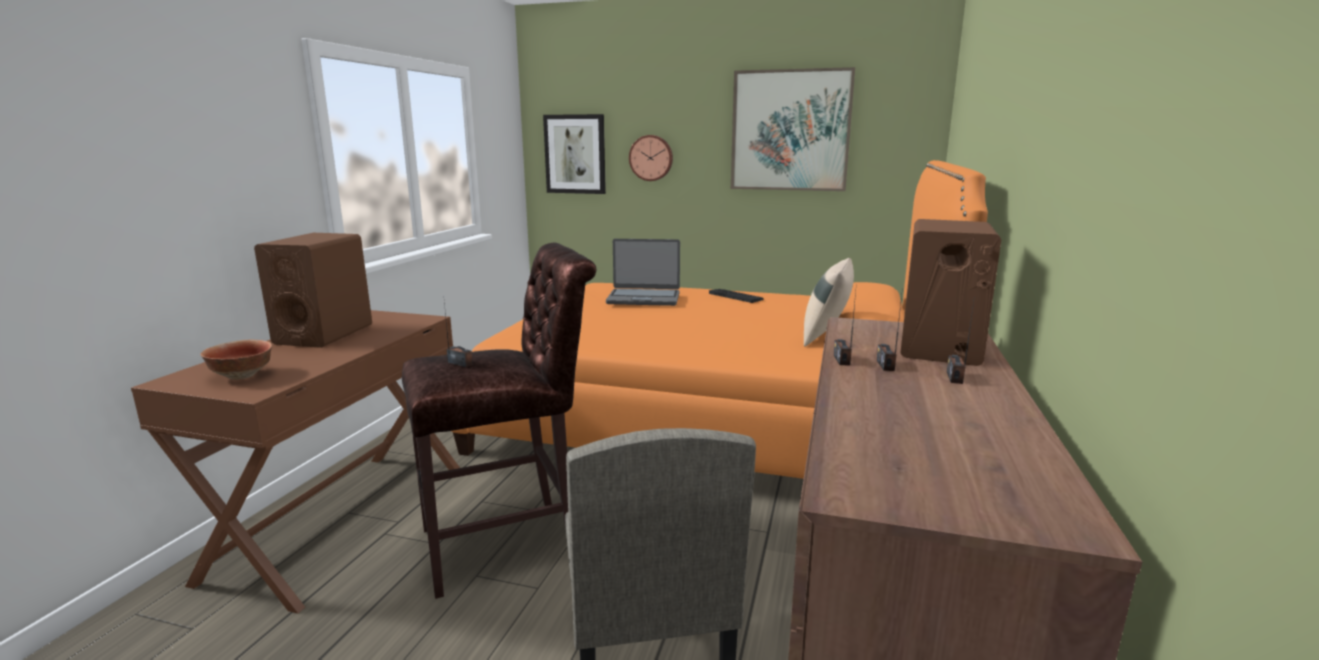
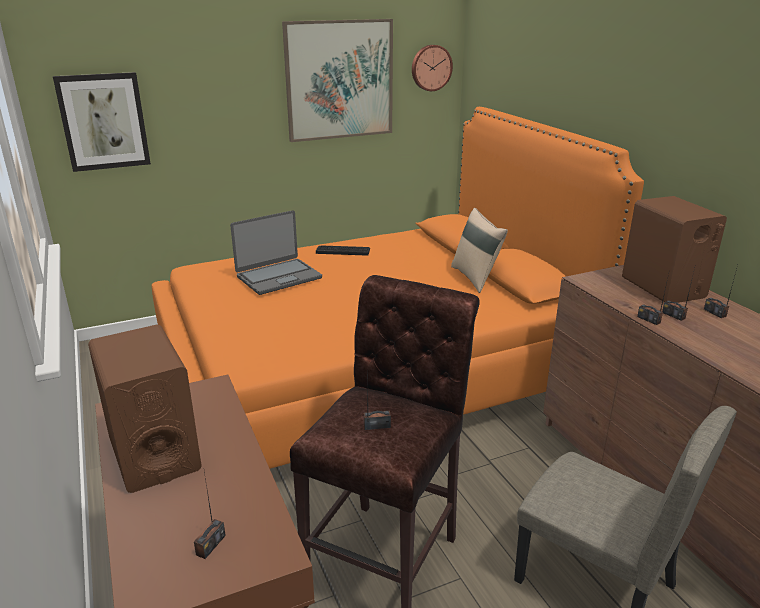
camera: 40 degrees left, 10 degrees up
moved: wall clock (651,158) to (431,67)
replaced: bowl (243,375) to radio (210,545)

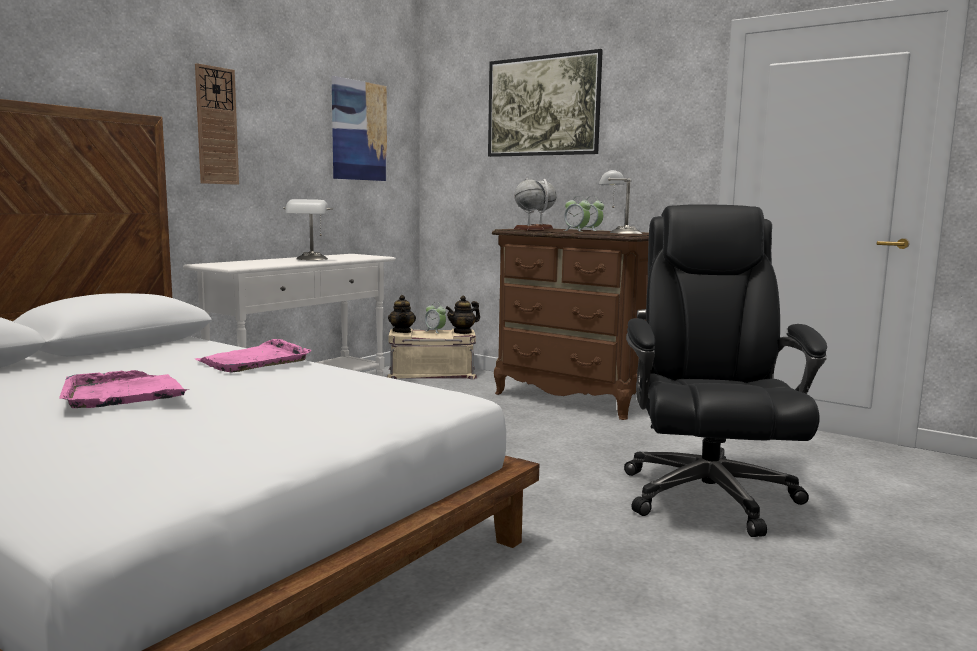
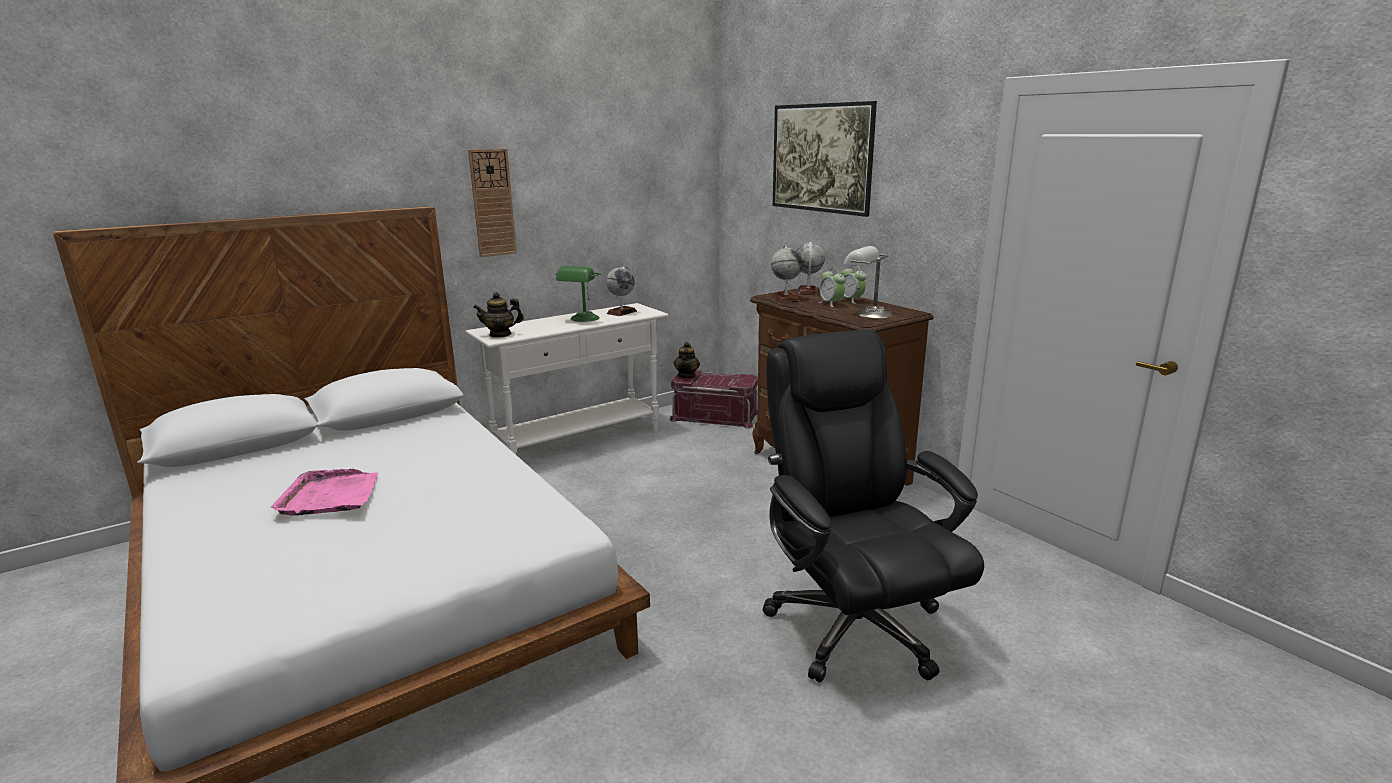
camera: 20 degrees right, 10 degrees up
removed: pink tray (255,360); picture (359,131); alarm clock (435,331)
added: globe (621,312)
moved: teapot (463,332) to (500,334)
recoloured: white table lamp (311,259) to green table lamp (582,319); beige storage box (432,373) to red storage box (715,416)
turned: black office chair (708,496) = (855,627) 45 degrees counterclockwise

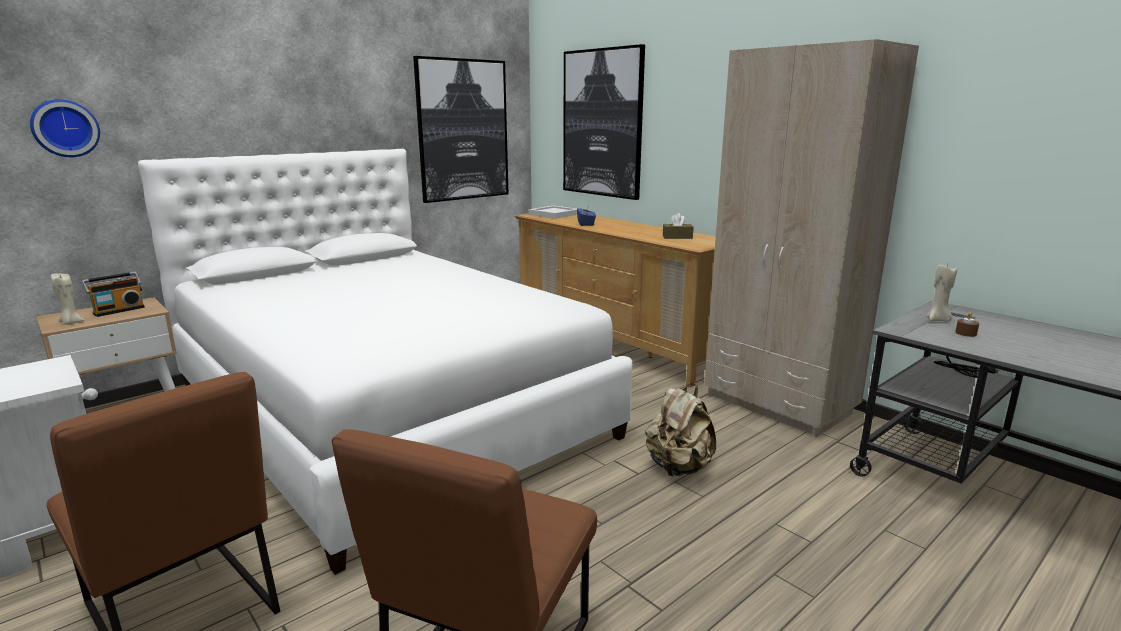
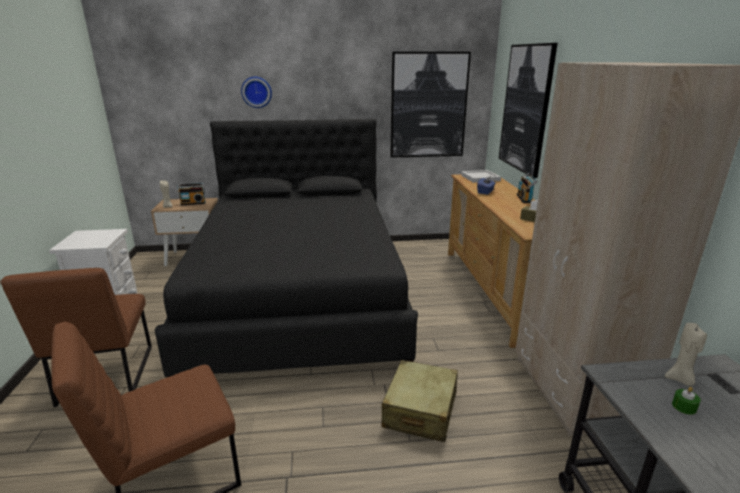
camera: 35 degrees right, 5 degrees up
added: radio (525,198)
moved: wall clock (65,128) to (256,92)
replaced: beige backpack (678,468) to beige suitcase (420,410)
recoloured: white bed (387,409) to black bed (300,295); brown candle (965,333) to green candle (684,407)

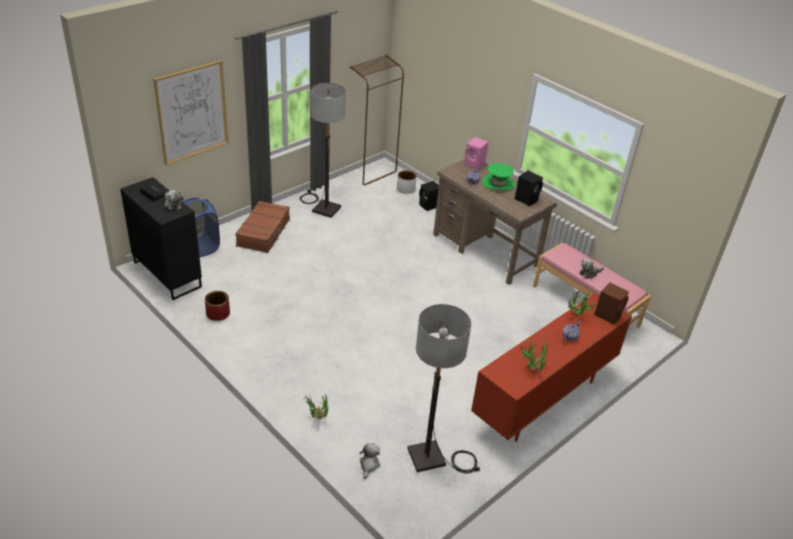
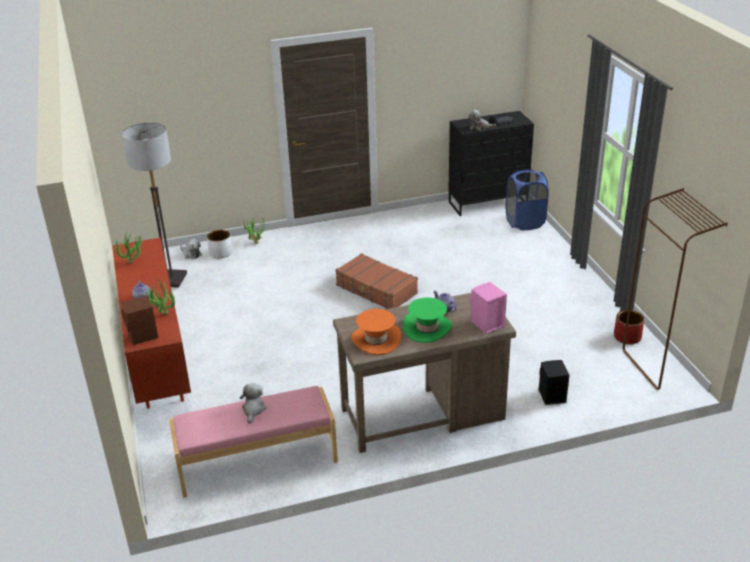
camera: 120 degrees right, 5 degrees down
removed: picture (192,112); floor lamp (321,206)
moved: white planter (406,189) to (220,253); brown suitcase (264,232) to (376,290); red planter (218,314) to (627,337)
replaced: black speaker (527,199) to orange hat (376,340)

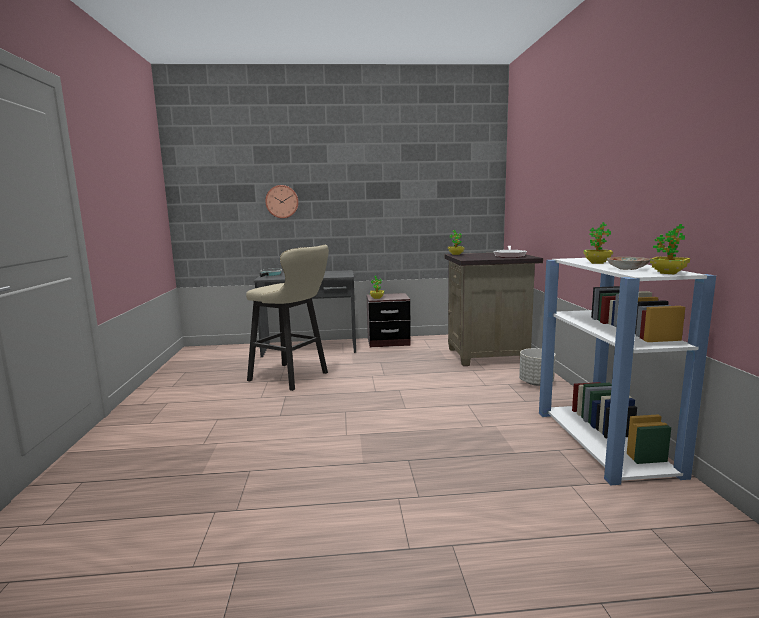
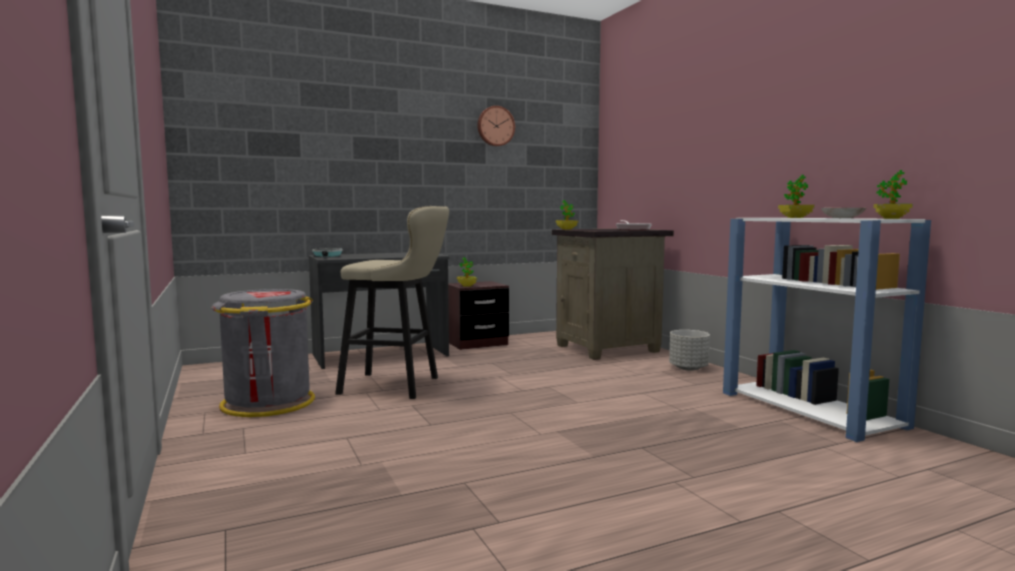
camera: 20 degrees left, 5 degrees down
added: grey trash can (268,403)
moved: wall clock (282,201) to (495,126)

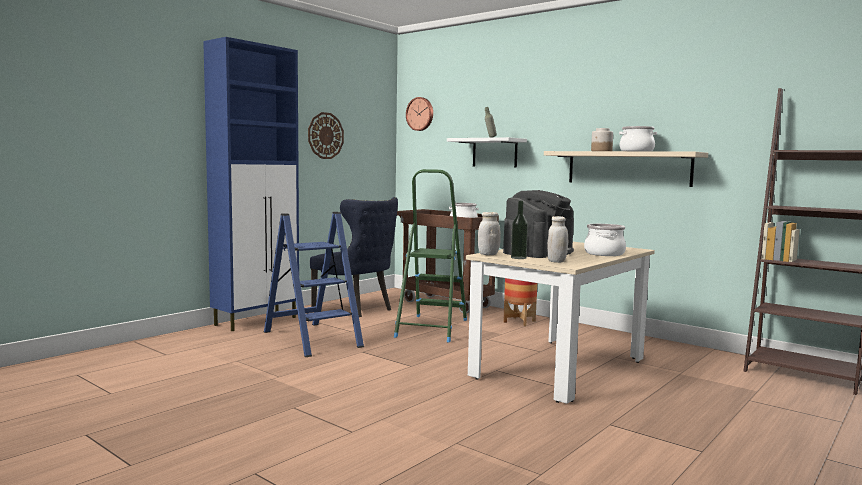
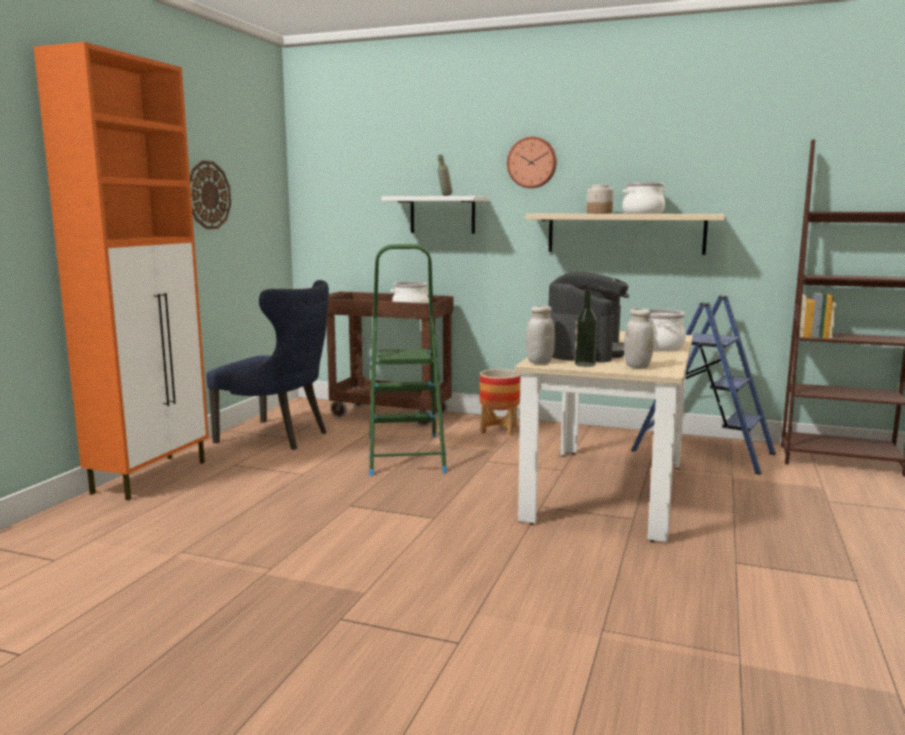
camera: 20 degrees left, 5 degrees up
moved: wall clock (420,114) to (532,162); blue step ladder (311,338) to (701,451)
recoloured: blue cabinet (257,321) to orange cabinet (152,476)

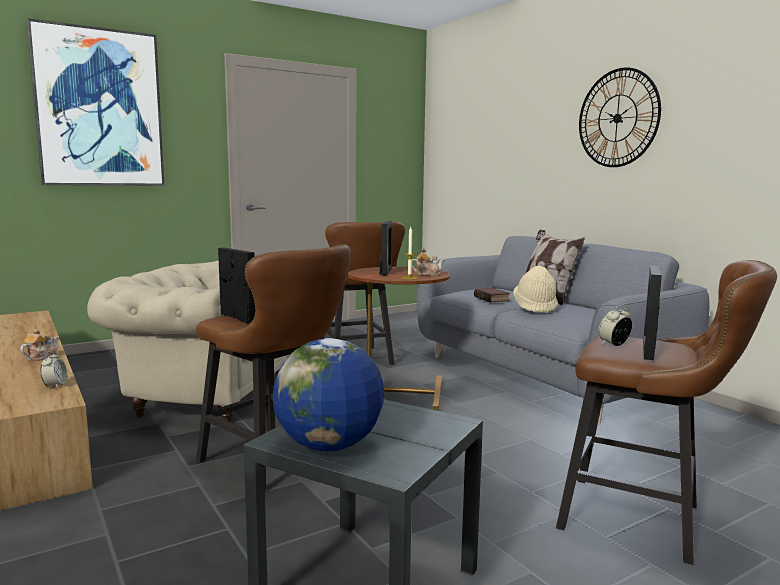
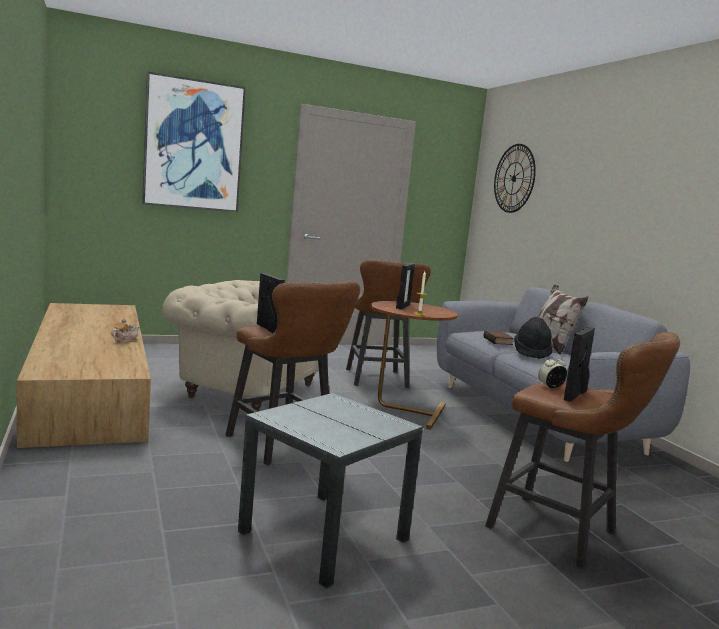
camera: 10 degrees right, 0 degrees up
removed: alarm clock (55,385); globe (329,446); teapot (427,274)
moved: wall clock (617,118) to (514,178)
recoloured: beige hat (535,307) to black hat (531,353)

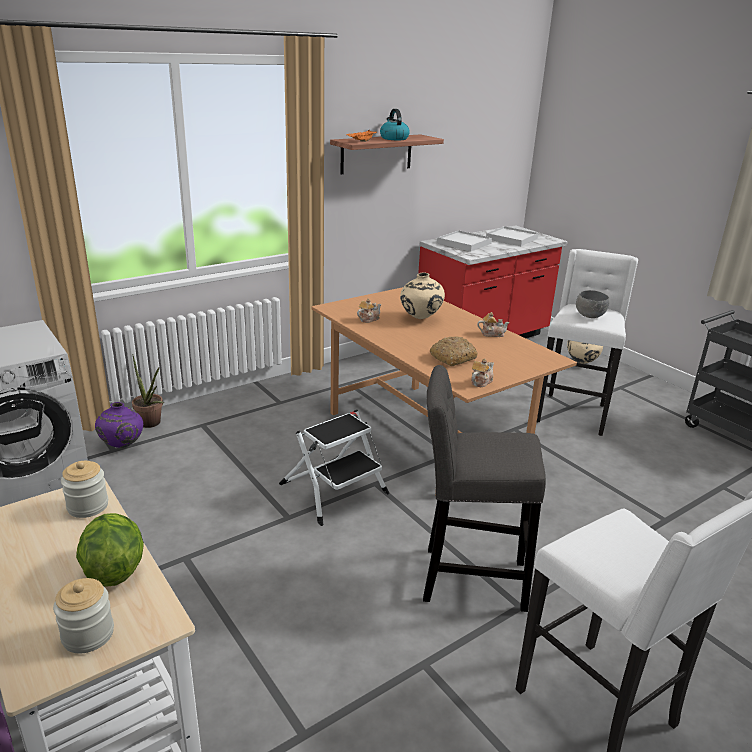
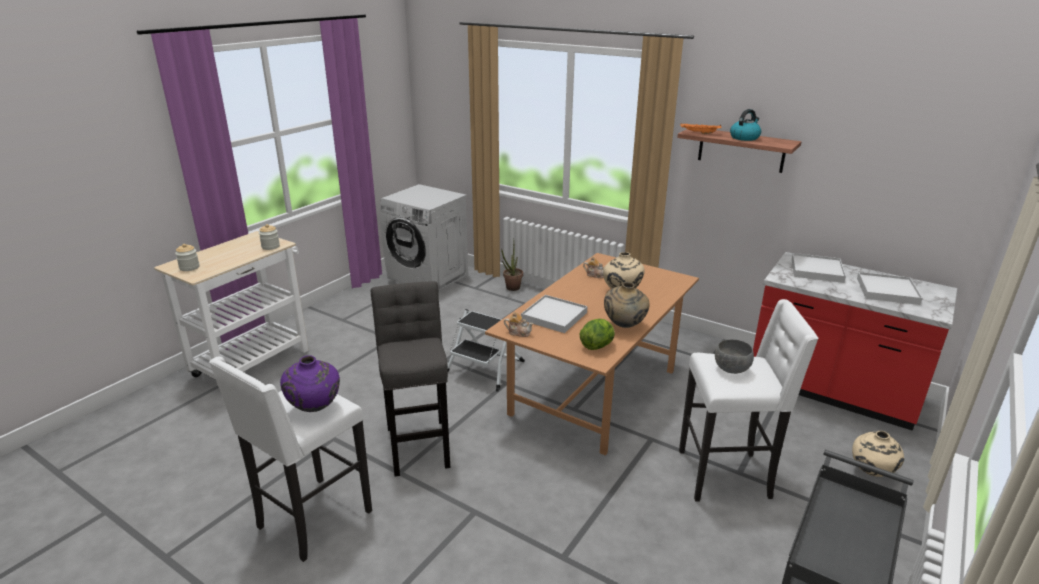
camera: 70 degrees right, 0 degrees up
moved: purple vase (122,446) to (315,408); lettuce (113,569) to (597,346)
replaced: bread (453,357) to white tray (554,316); teapot (492,334) to beige vase (624,326)

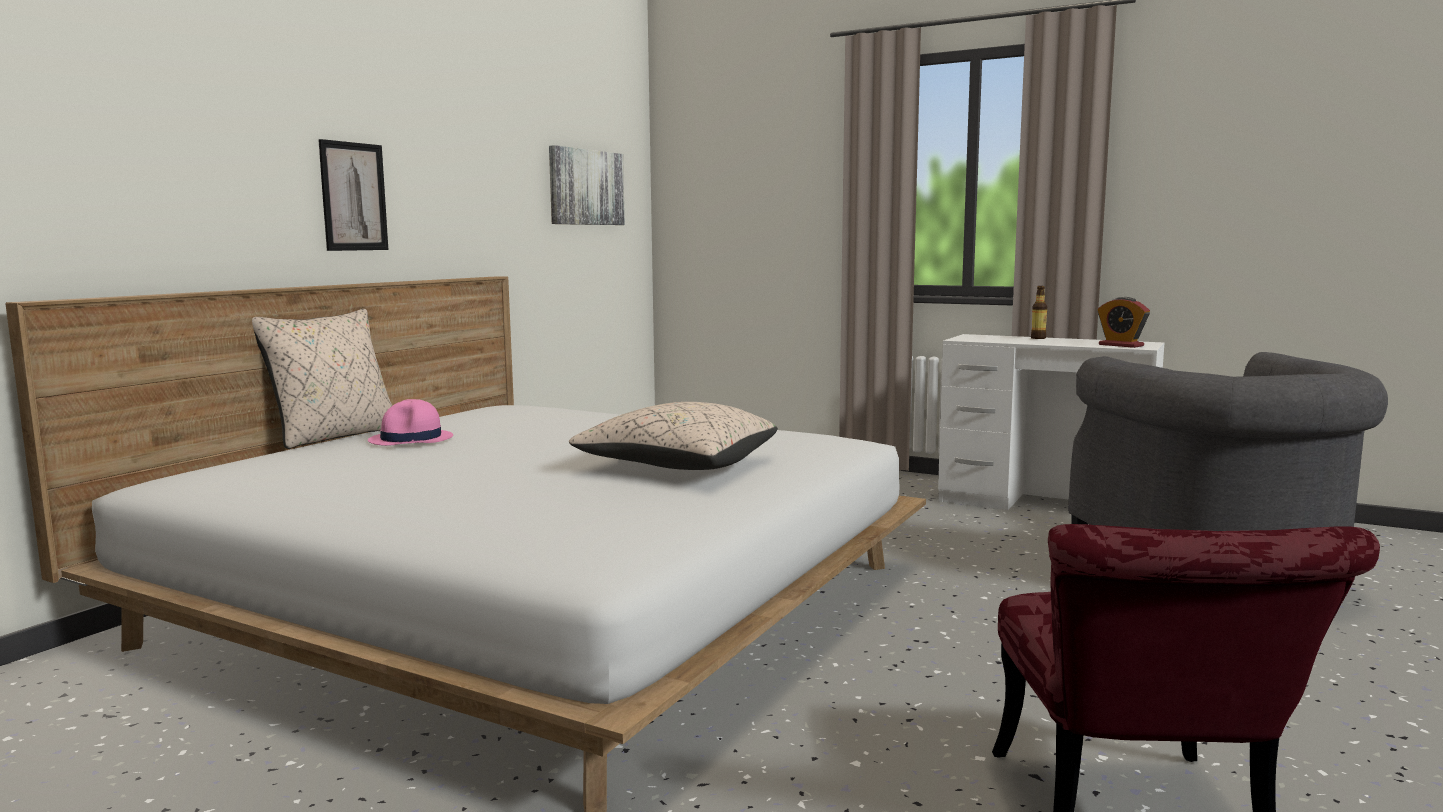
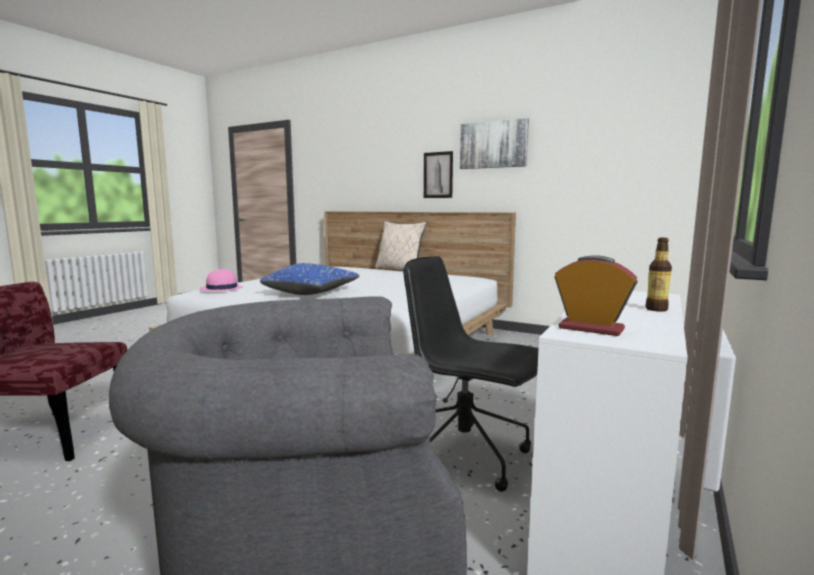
camera: 90 degrees right, 0 degrees up
added: black office chair (469,457)
moved: pink hat (411,440) to (221,289); picture (585,187) to (493,145)
recoloured: beige pillow (677,466) to blue pillow (311,292)
turned: alarm clock (1121,345) = (591,328) 75 degrees clockwise

